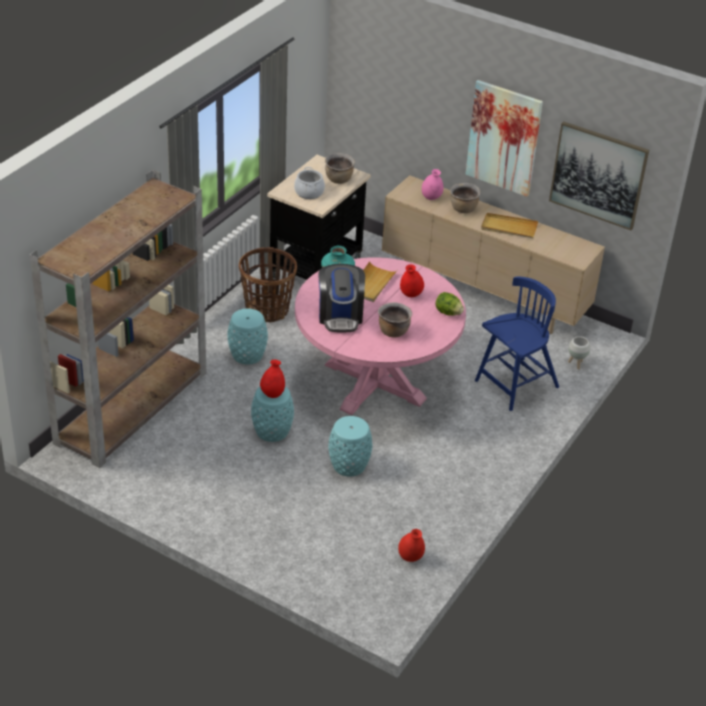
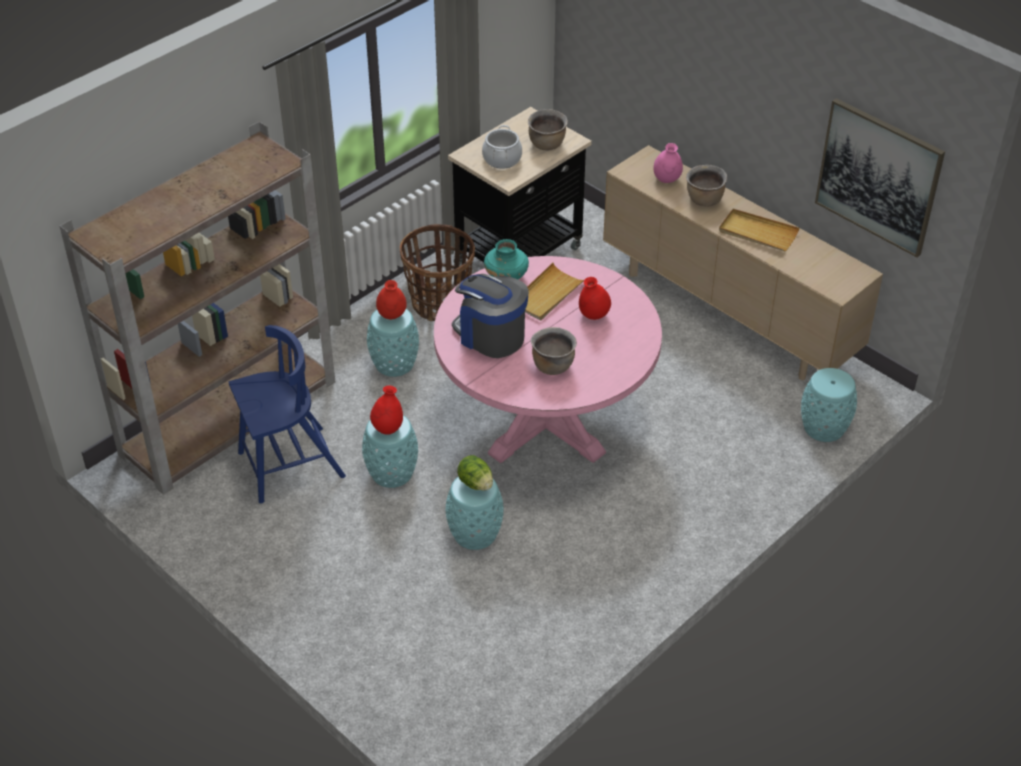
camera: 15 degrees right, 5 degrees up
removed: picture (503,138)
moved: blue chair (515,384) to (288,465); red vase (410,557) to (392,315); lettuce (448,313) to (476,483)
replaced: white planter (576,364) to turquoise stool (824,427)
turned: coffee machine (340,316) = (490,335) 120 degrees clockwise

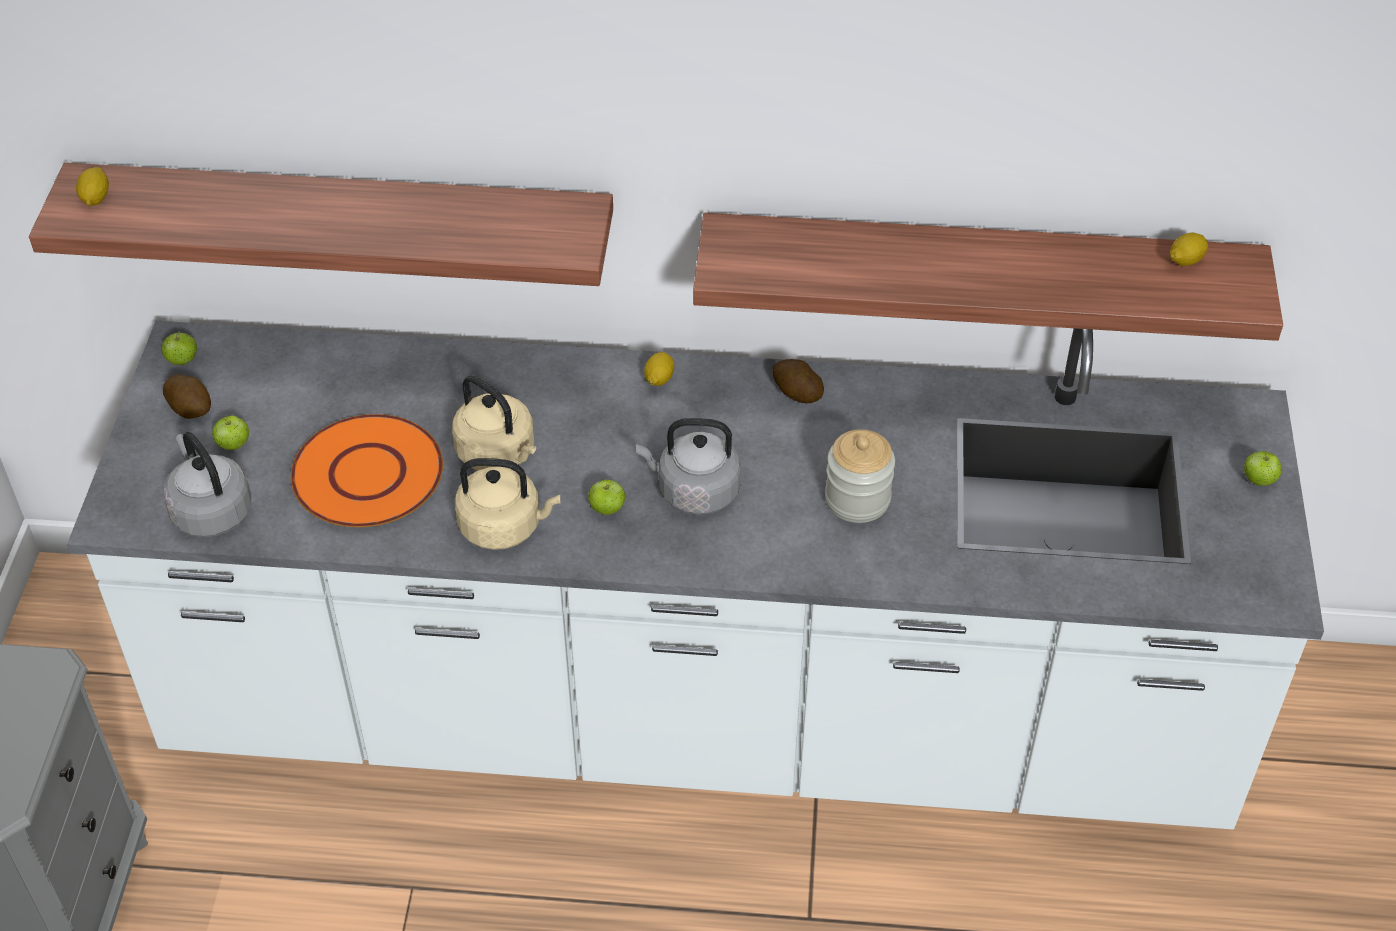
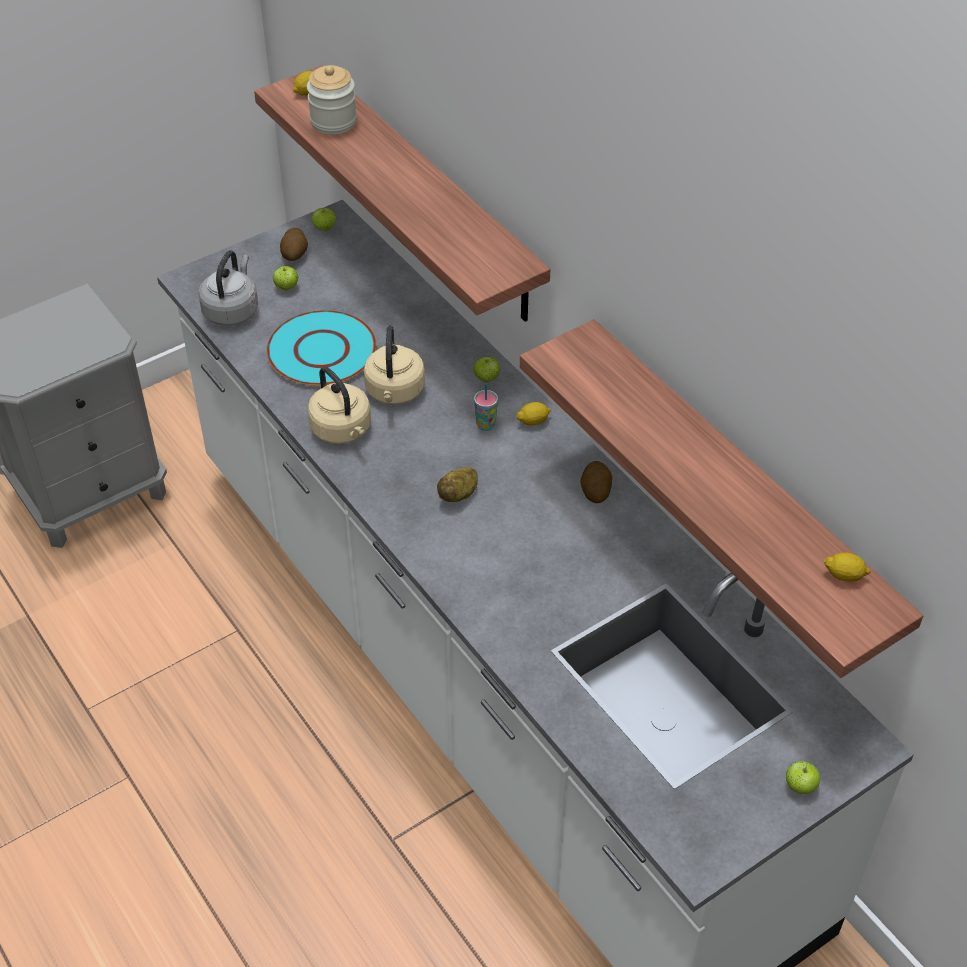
camera: 50 degrees right, 0 degrees up
added: cup (485,425)
moved: jar (857,499) to (333,122); apple (607,509) to (486,378)
replaced: grey kettle (694,491) to potato (459,494)
recoloured: orange plate (367,474) to turquoise plate (321,350)

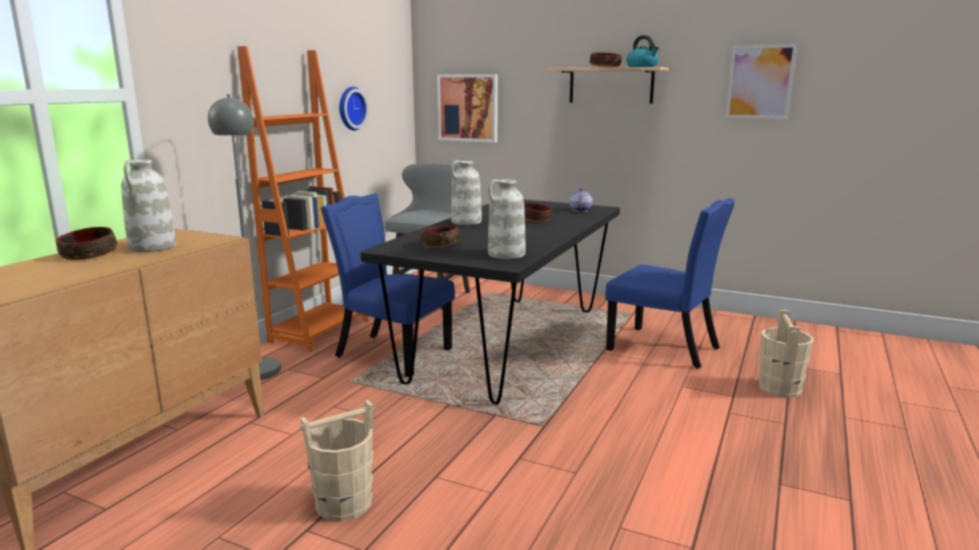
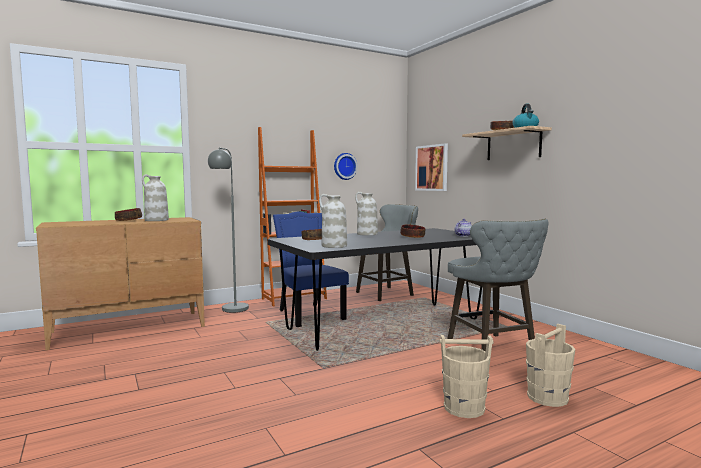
camera: 35 degrees right, 10 degrees down
removed: picture (760,82)
moved: beige bucket (344,503) to (464,408)
replaced: blue chair (661,347) to grey stool (492,349)

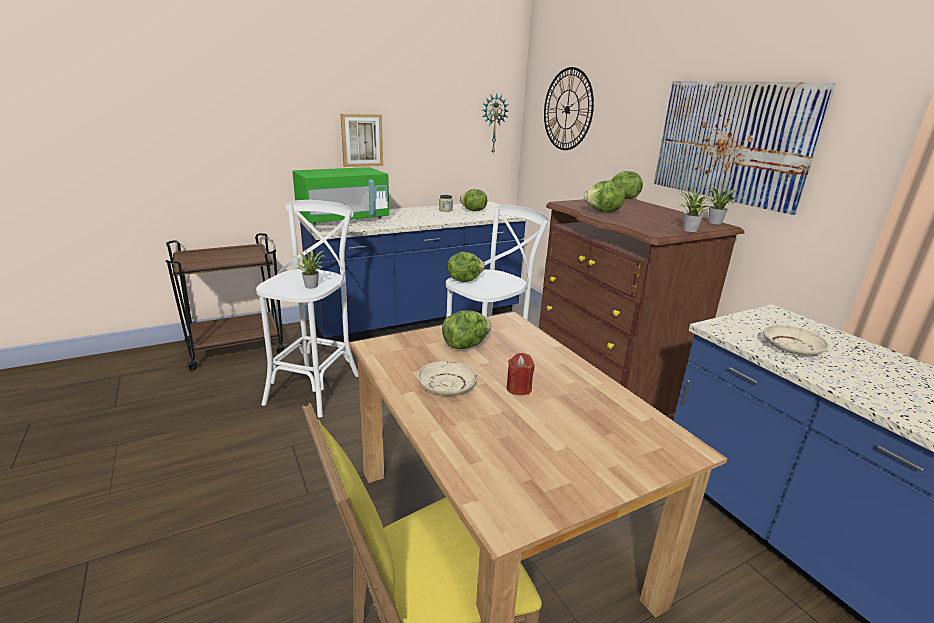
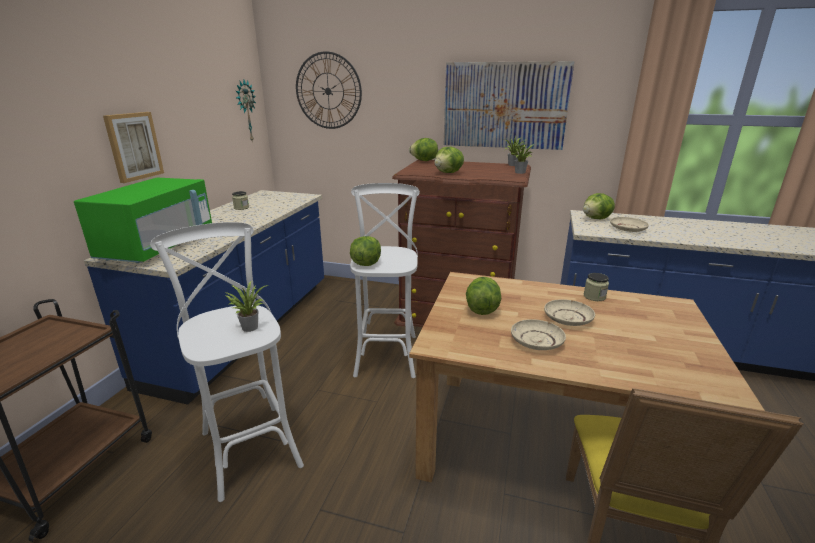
camera: 45 degrees left, 0 degrees up
added: jar (594,296)
moved: lettuce (473,211) to (596,219)
replaced: red candle (519,388) to beige plate (567,318)

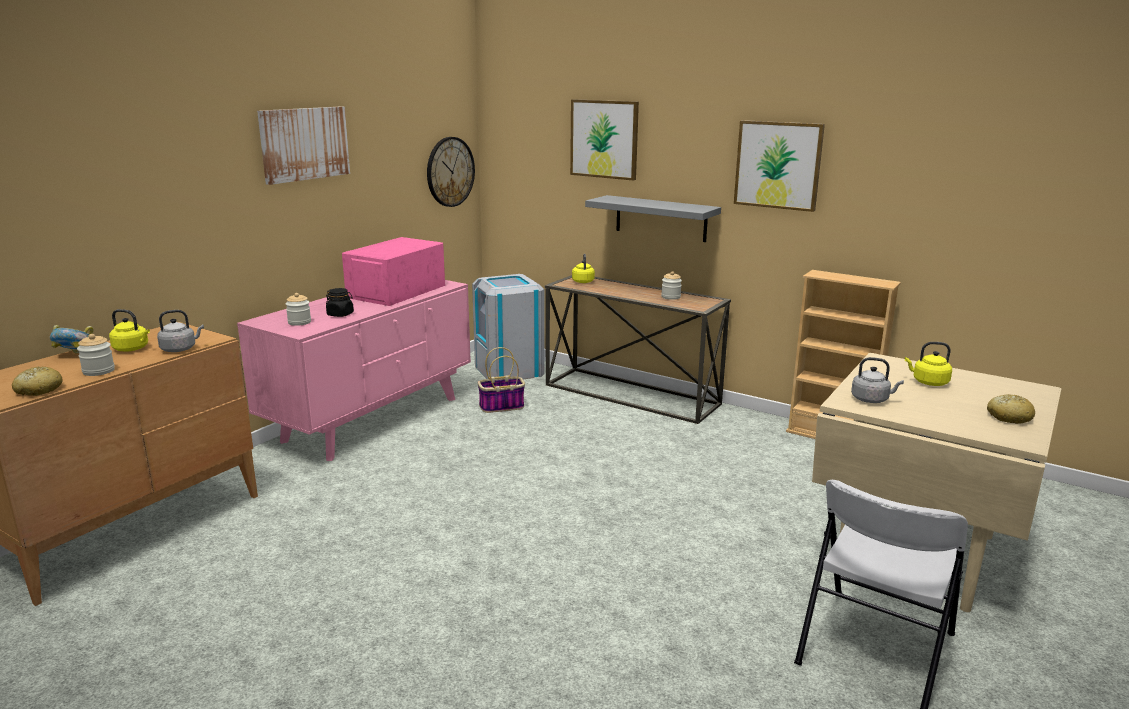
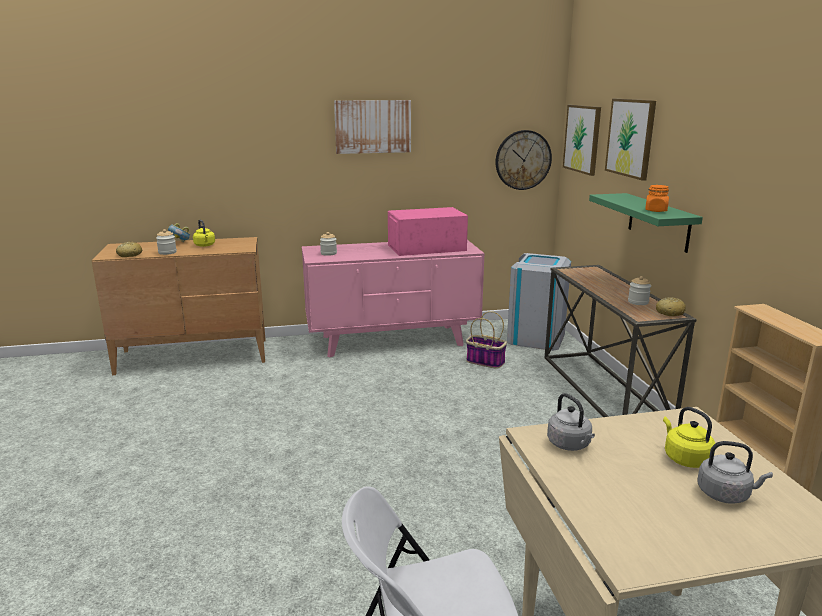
camera: 45 degrees right, 0 degrees up
removed: black jar (340,314); yellow kettle (583,281)
added: orange jar (656,210)
moved: picture (778,165) to (582,139); bread (1008,417) to (670,313); grey kettle (180,349) to (726,494)
recoloured: grey shelf (661,218) to green shelf (658,222)

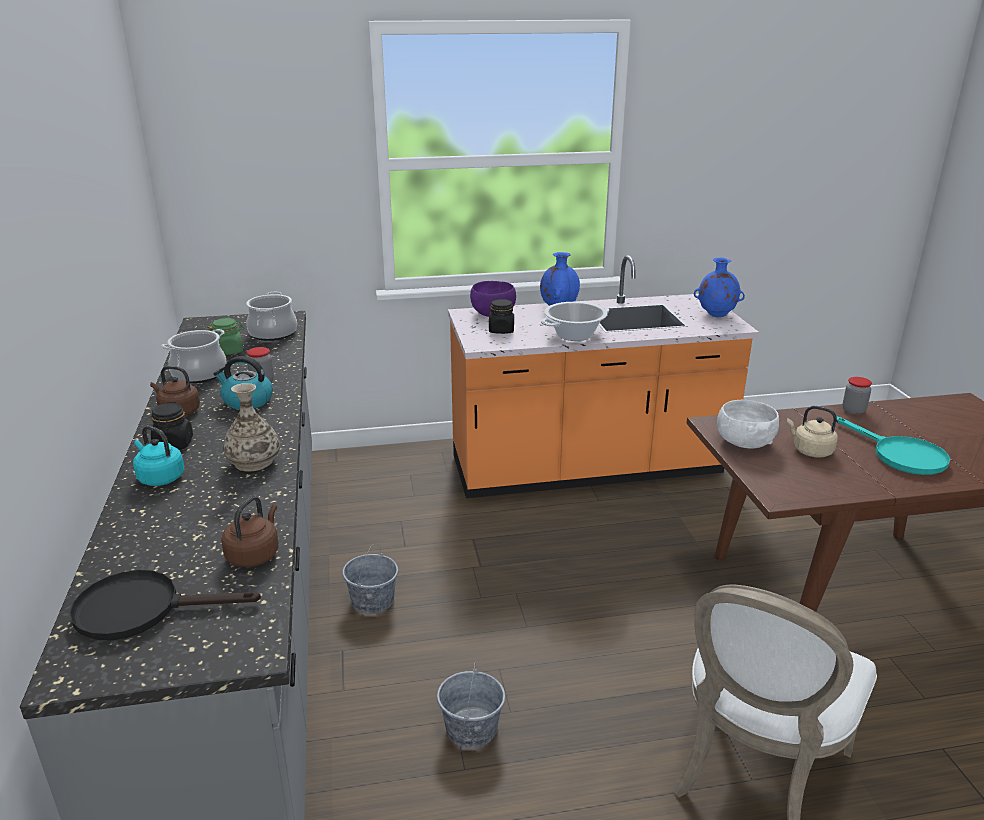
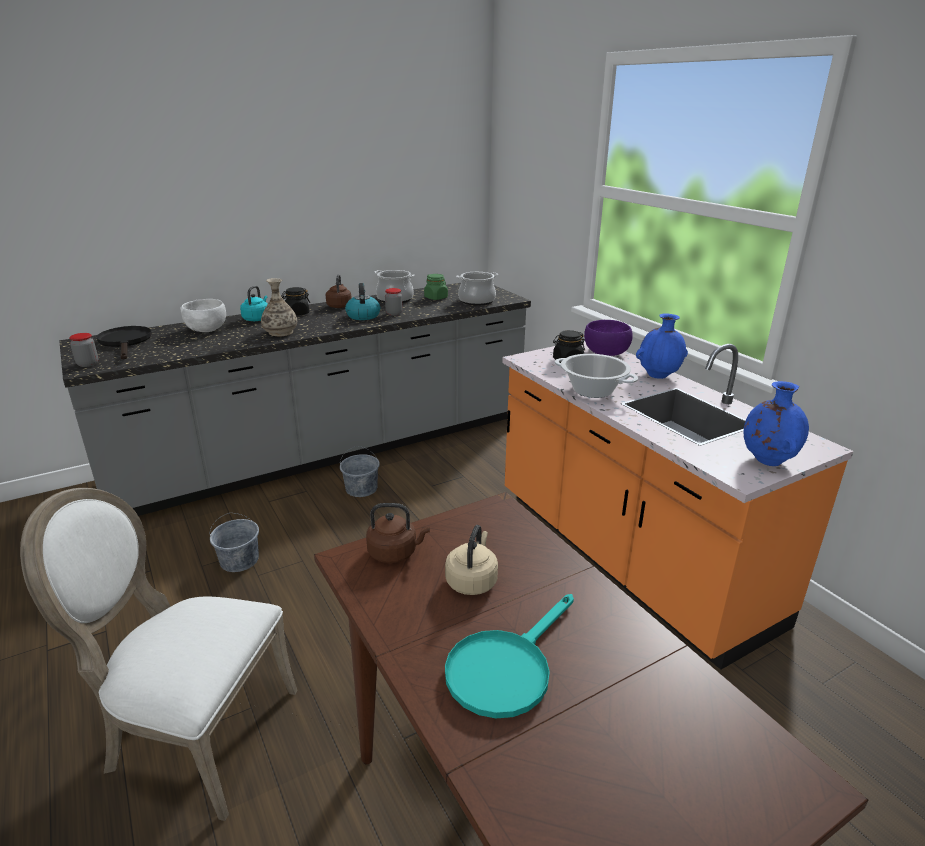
camera: 70 degrees right, 0 degrees up
moved: jar (853,411) to (88,364); white bowl (744,442) to (207,329); brown kettle (254,554) to (395,553)

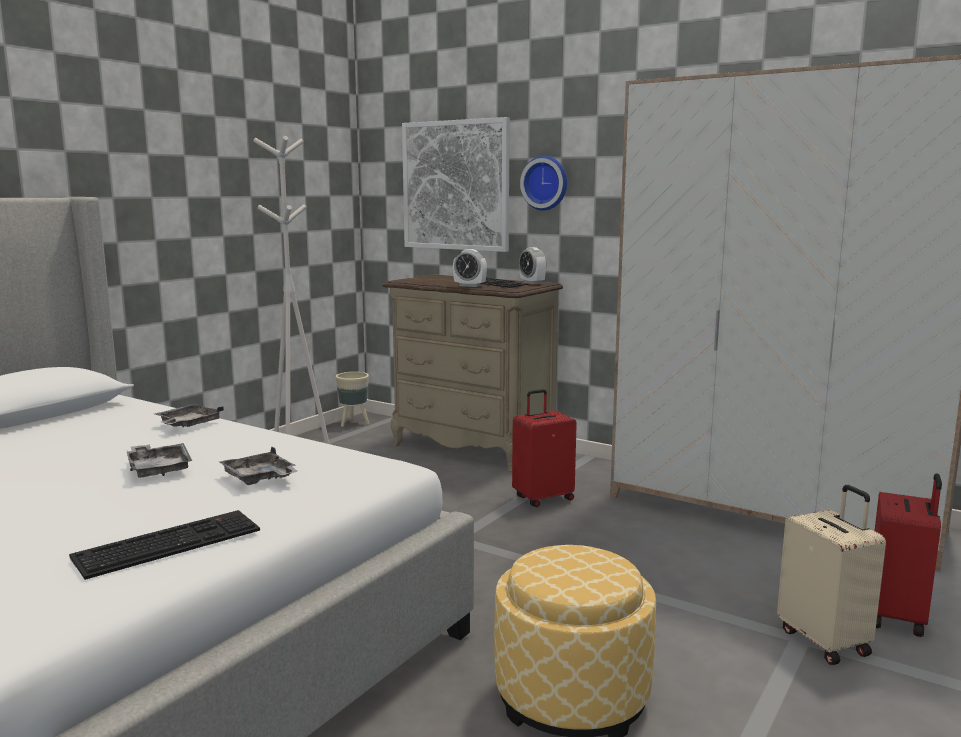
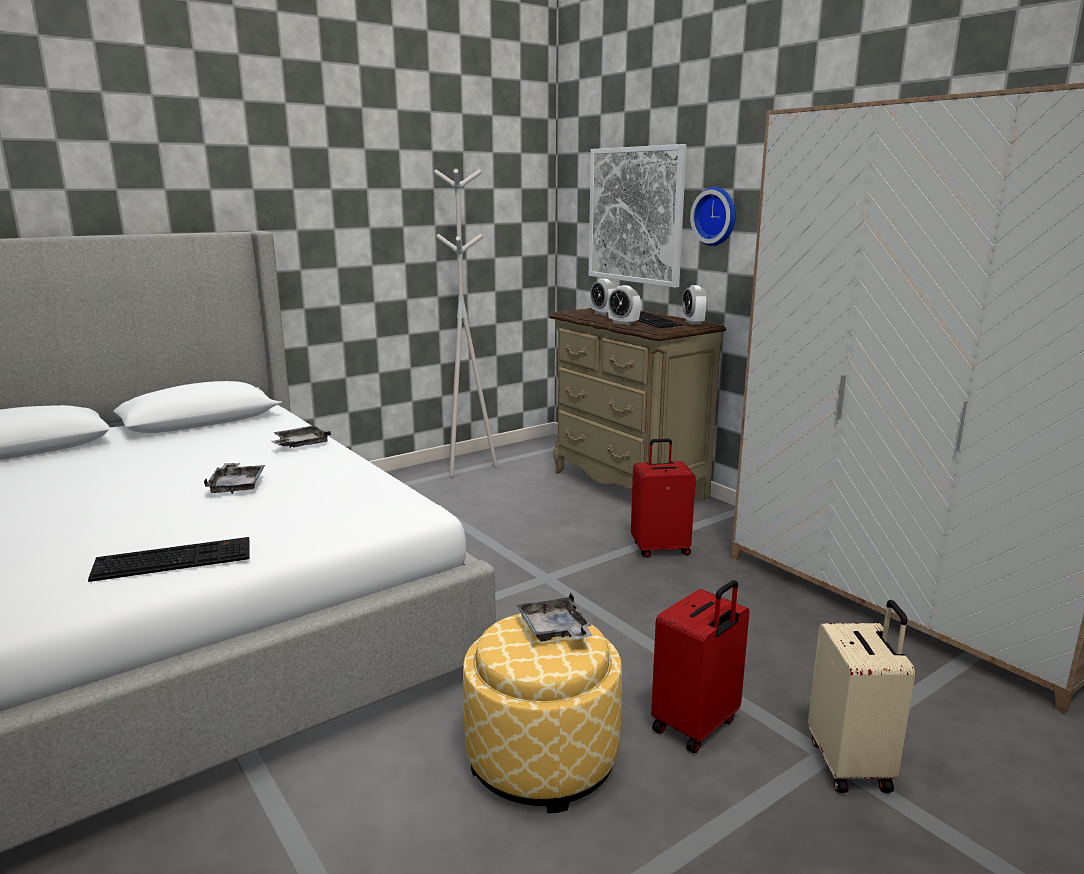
camera: 20 degrees right, 5 degrees up
removed: beige planter (354,423)
added: alarm clock (603,314)
moved: grey tray (260,478) to (554,630); red suitcase (897,617) to (696,726)

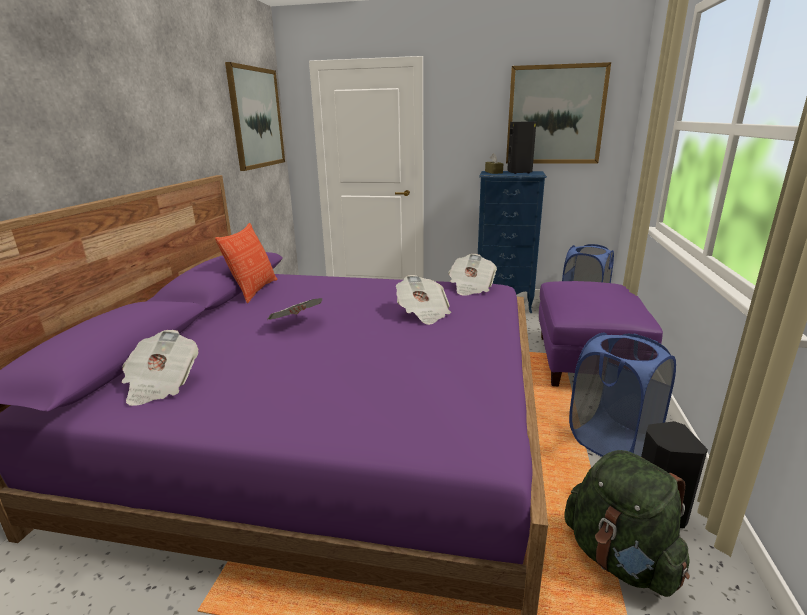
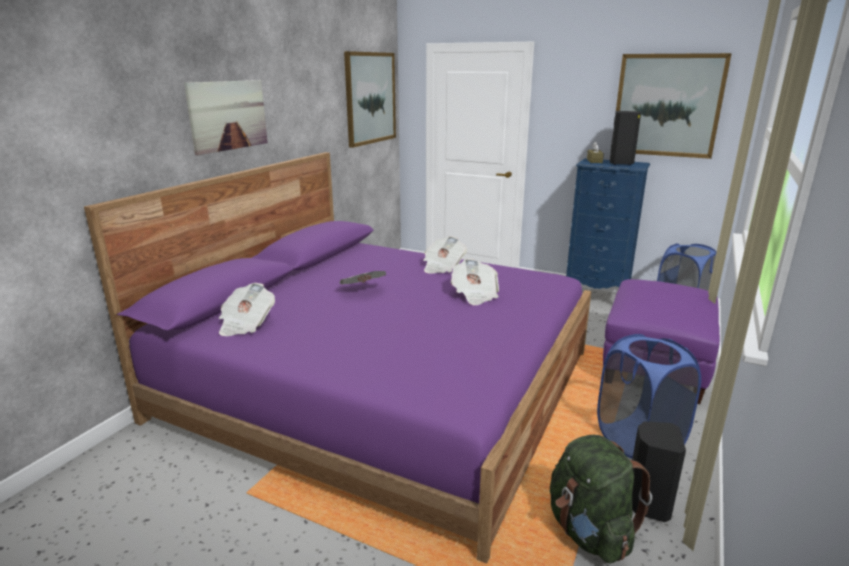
camera: 15 degrees right, 0 degrees up
removed: orange pillow (254,291)
added: picture (228,115)
moved: newspaper (471,287) to (442,267)

